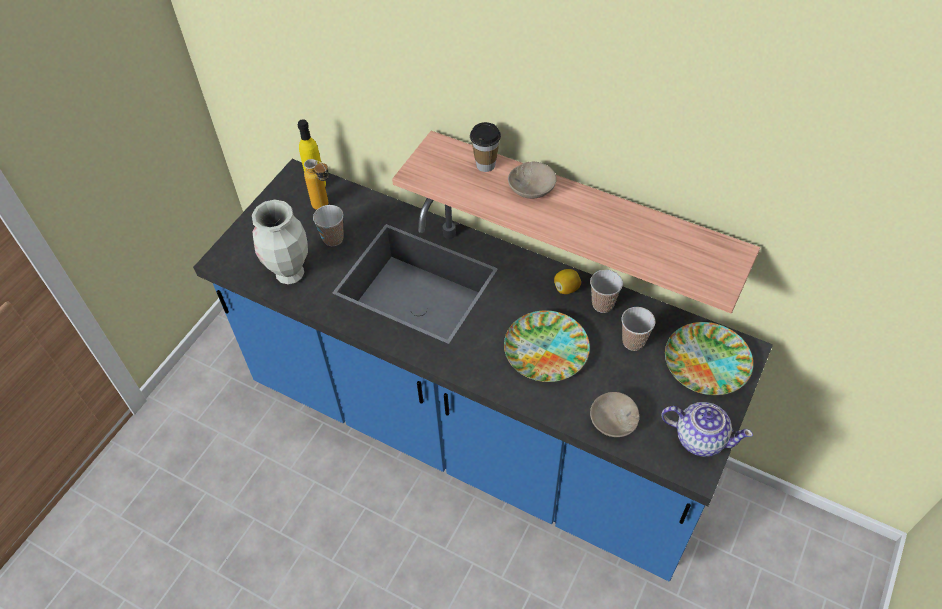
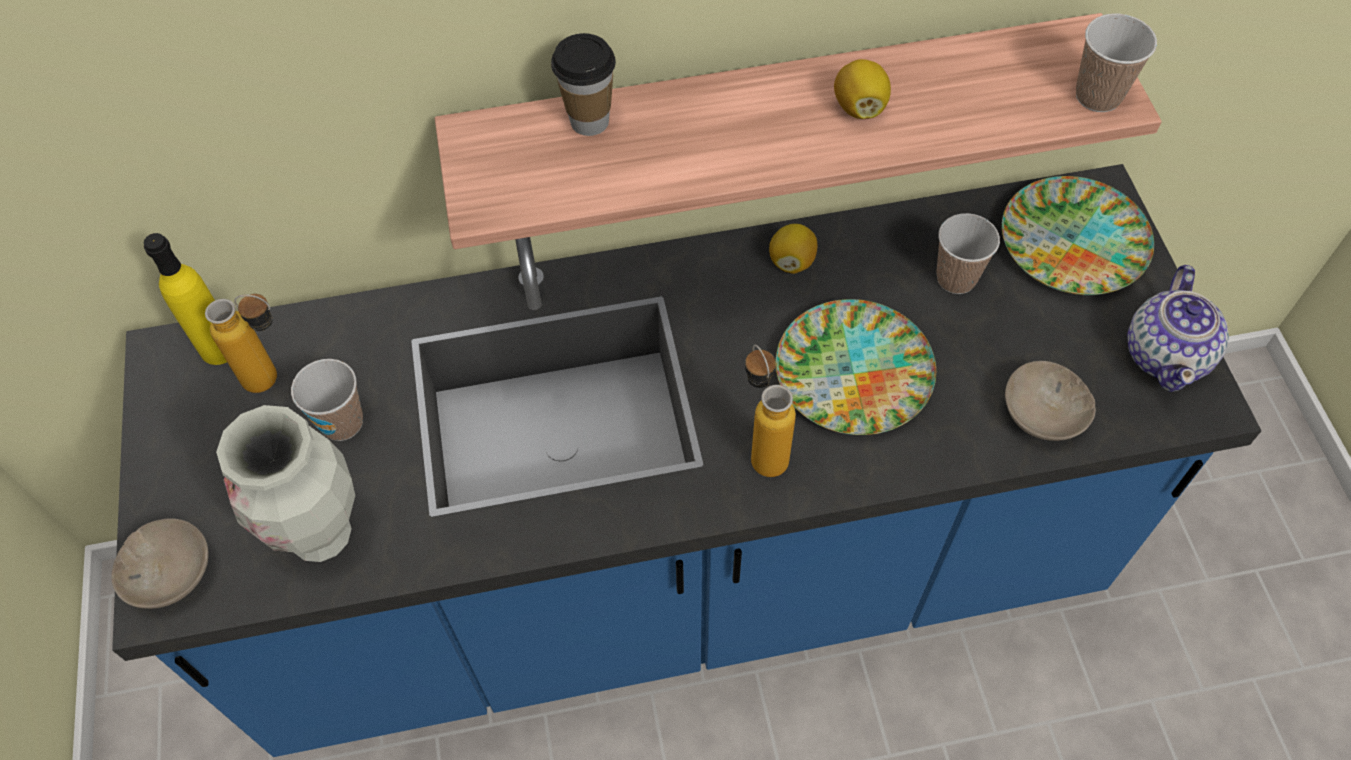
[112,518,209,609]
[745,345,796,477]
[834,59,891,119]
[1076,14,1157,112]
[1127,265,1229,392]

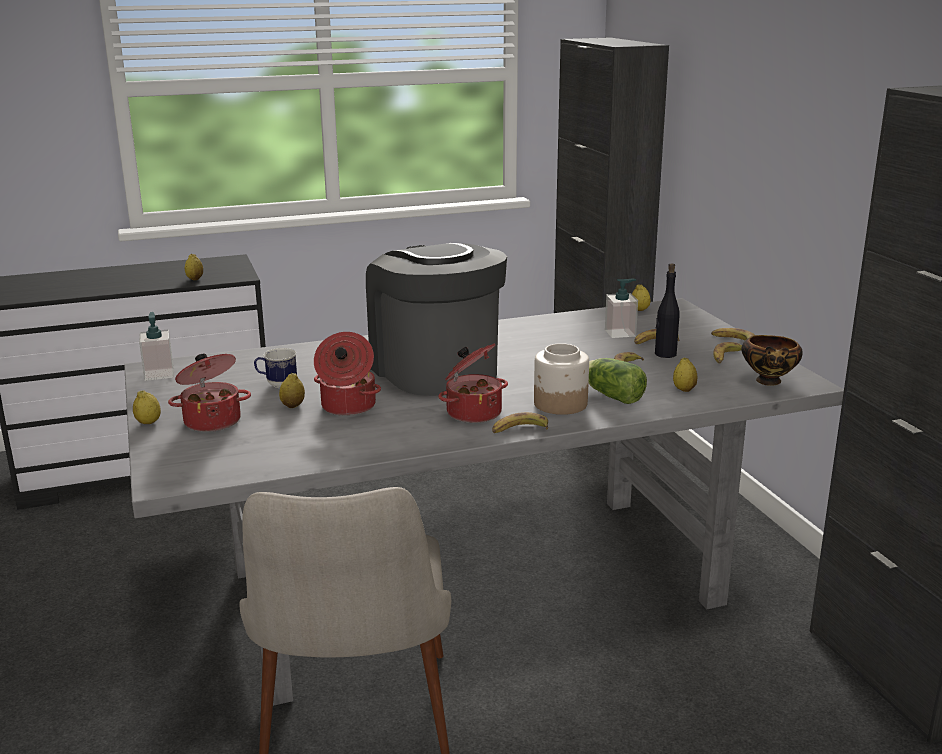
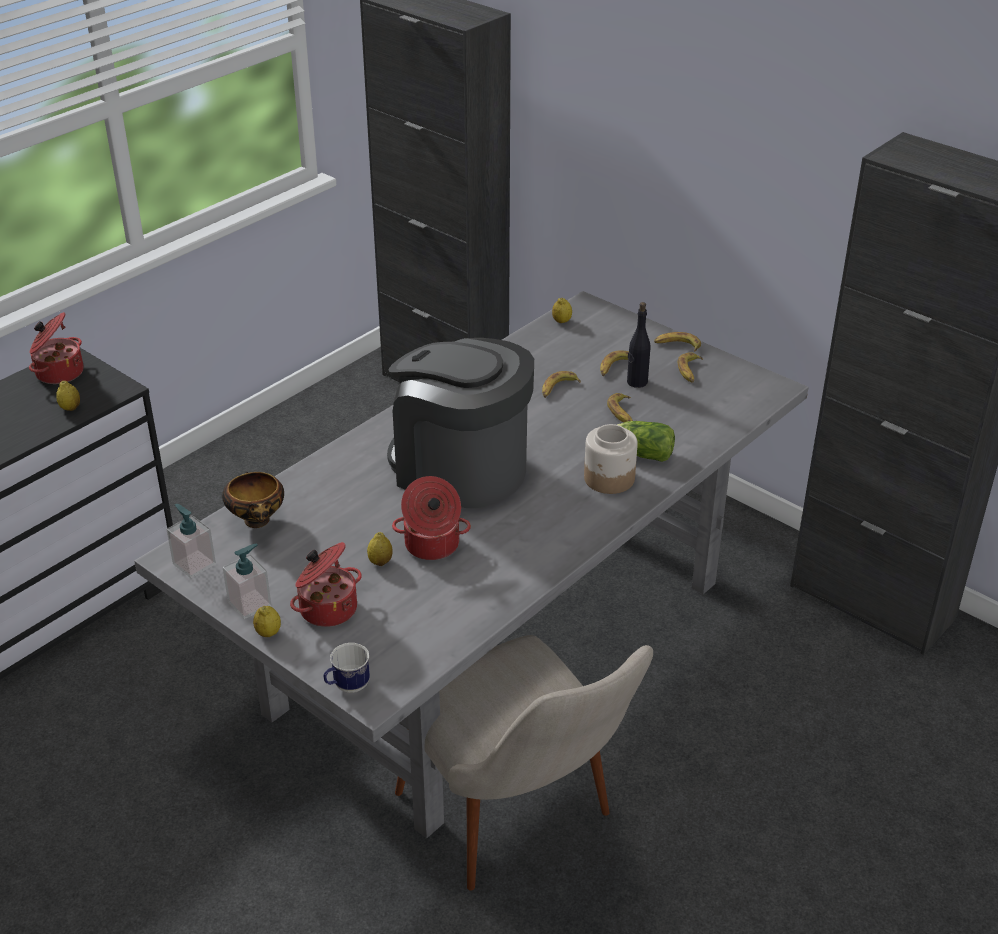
[29,312,84,384]
[222,472,284,528]
[222,544,272,619]
[323,643,370,693]
[542,371,581,398]
[673,358,697,392] (first image)

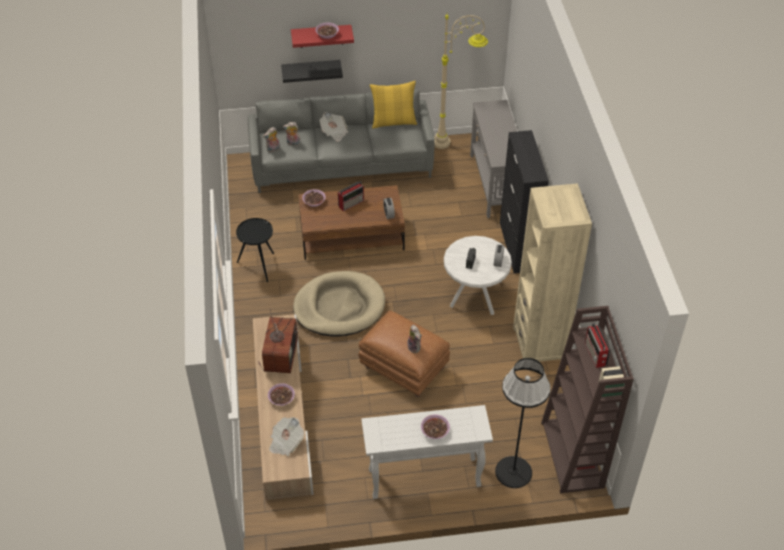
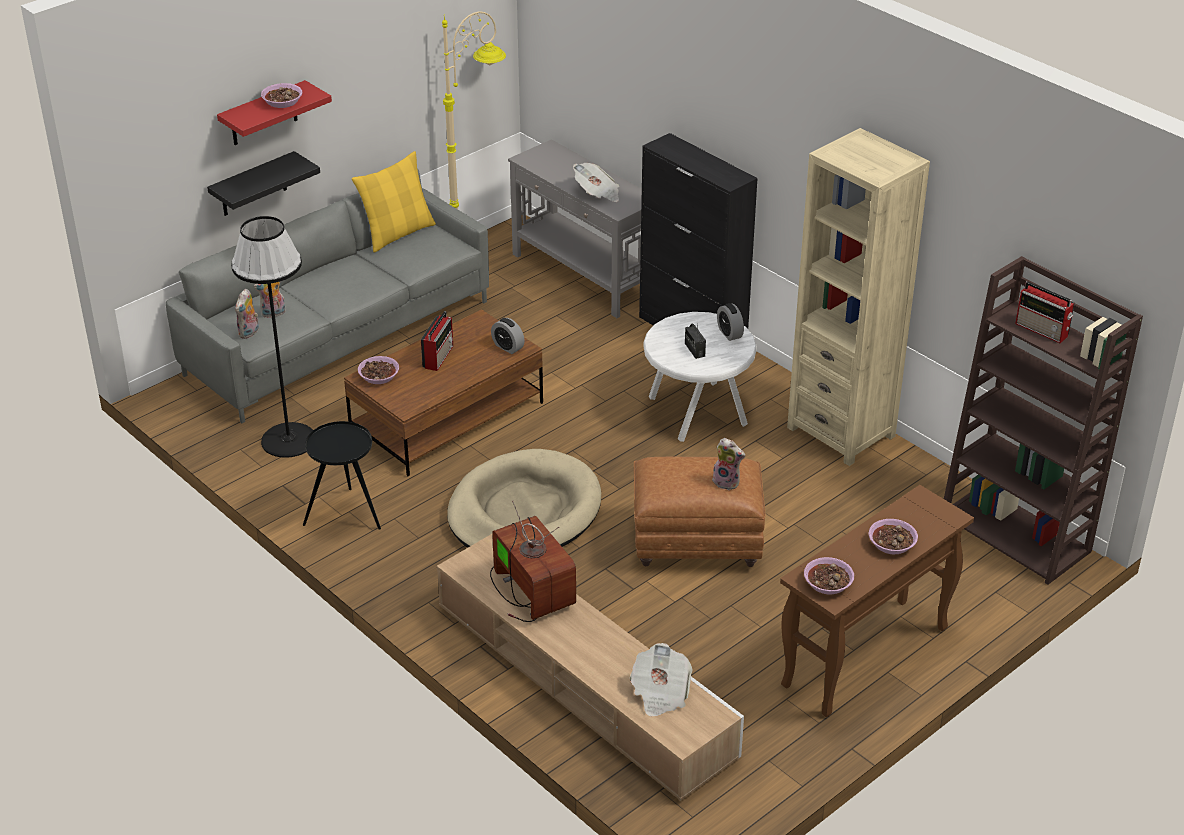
[231,216,313,458]
[573,163,619,202]
[780,485,974,717]
[804,557,854,595]

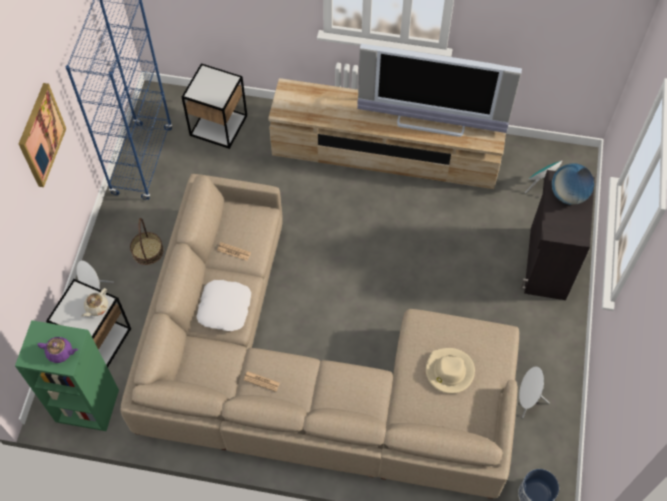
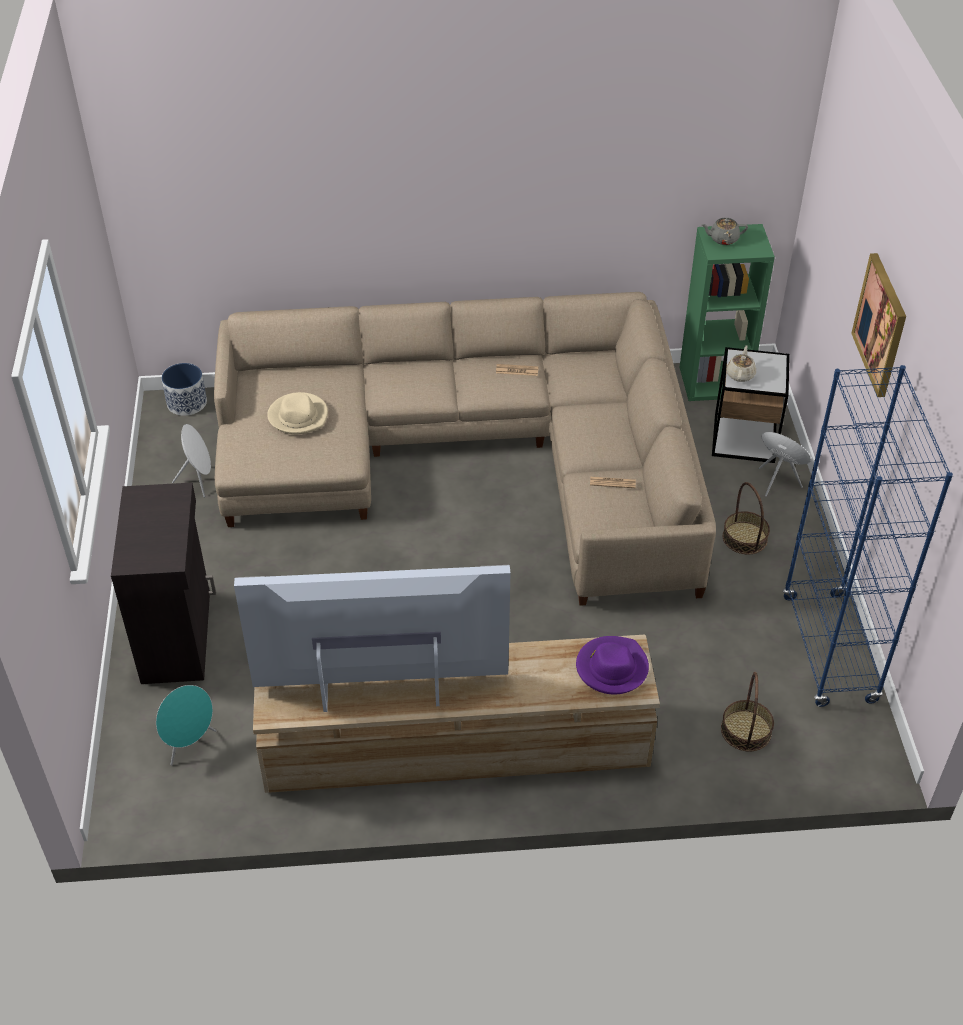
[576,636,649,694]
[702,218,748,245]
[721,672,774,752]
[196,280,251,331] (first image)
[552,163,594,205] (first image)

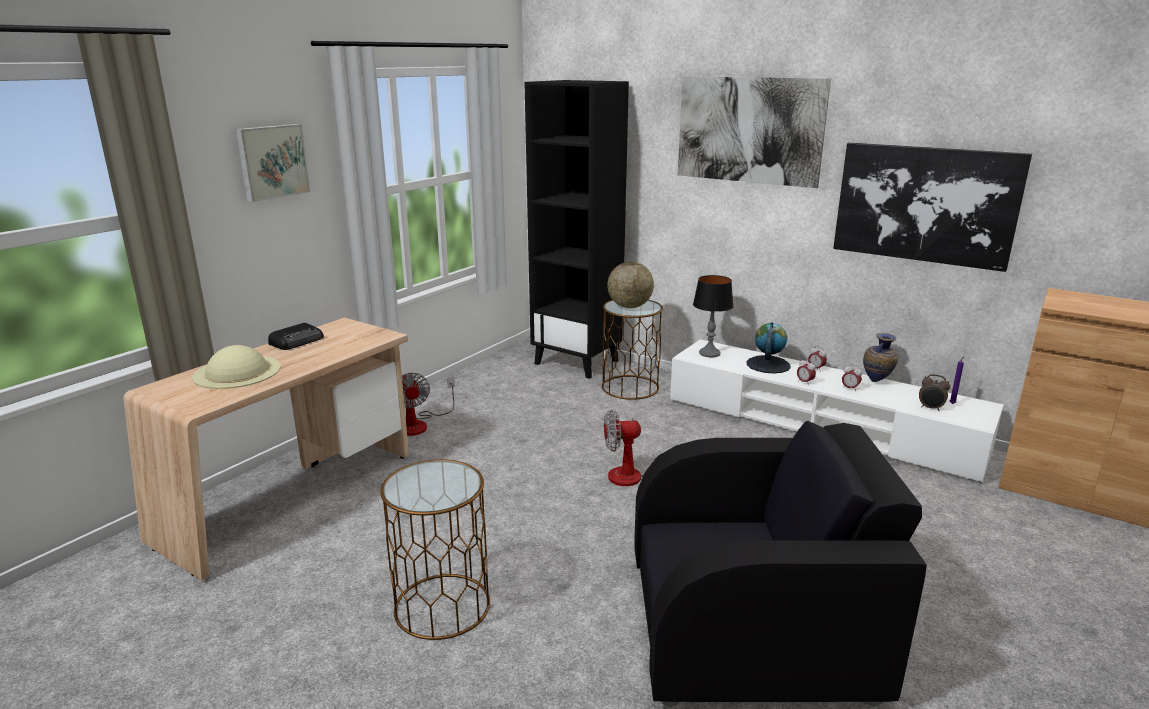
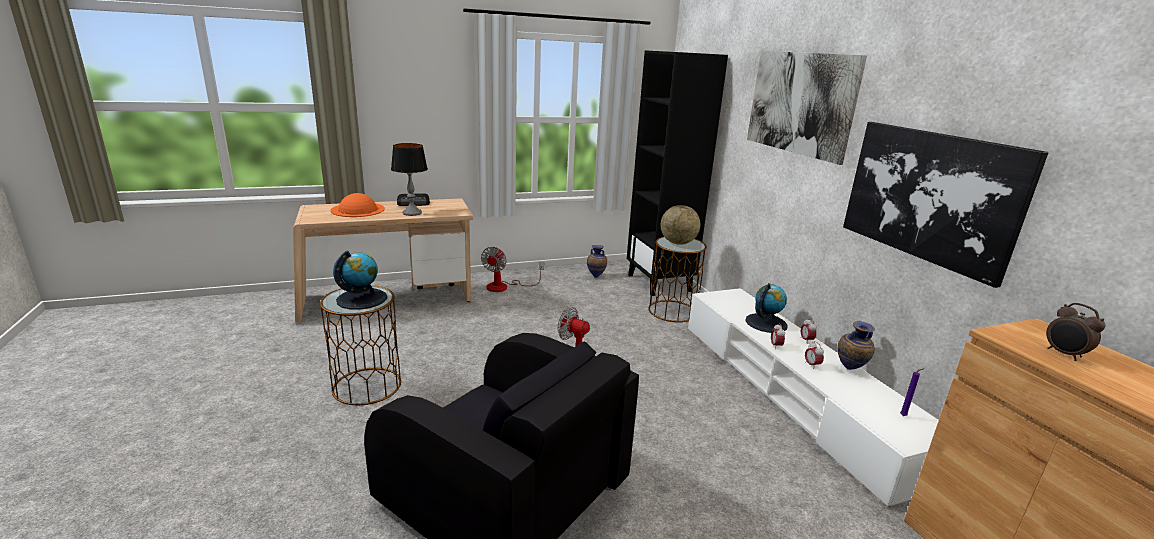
[331,193,385,217]
[333,250,387,310]
[391,143,428,216]
[587,245,607,278]
[1046,303,1105,361]
[236,124,310,202] (first image)

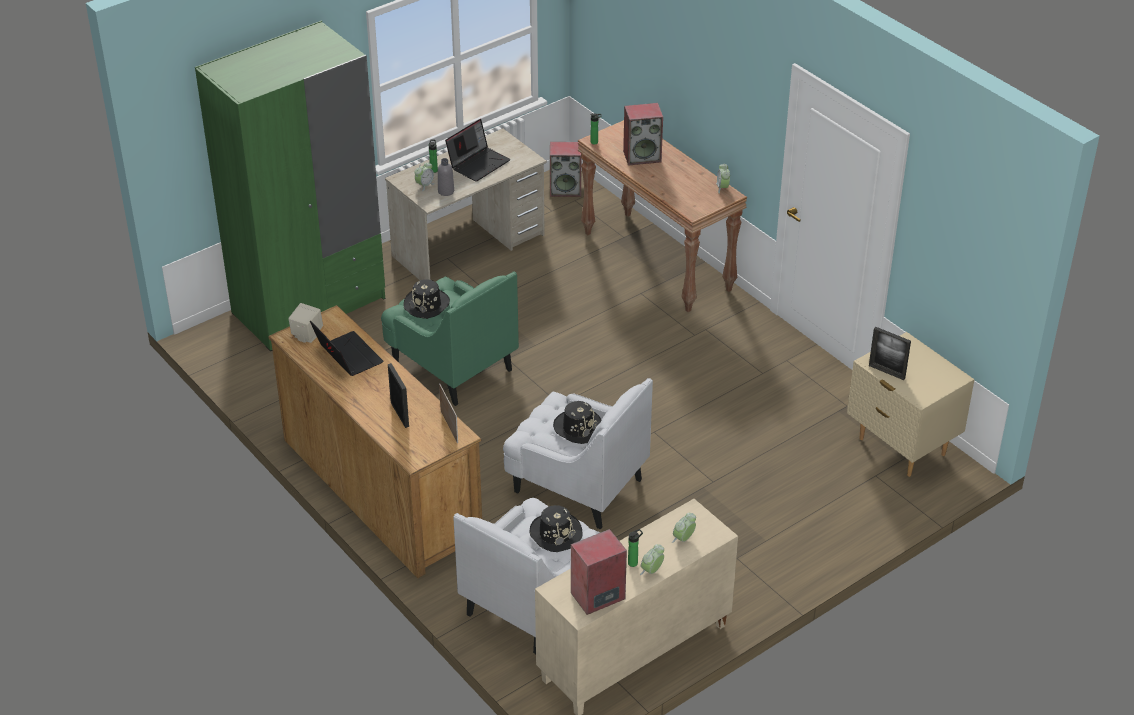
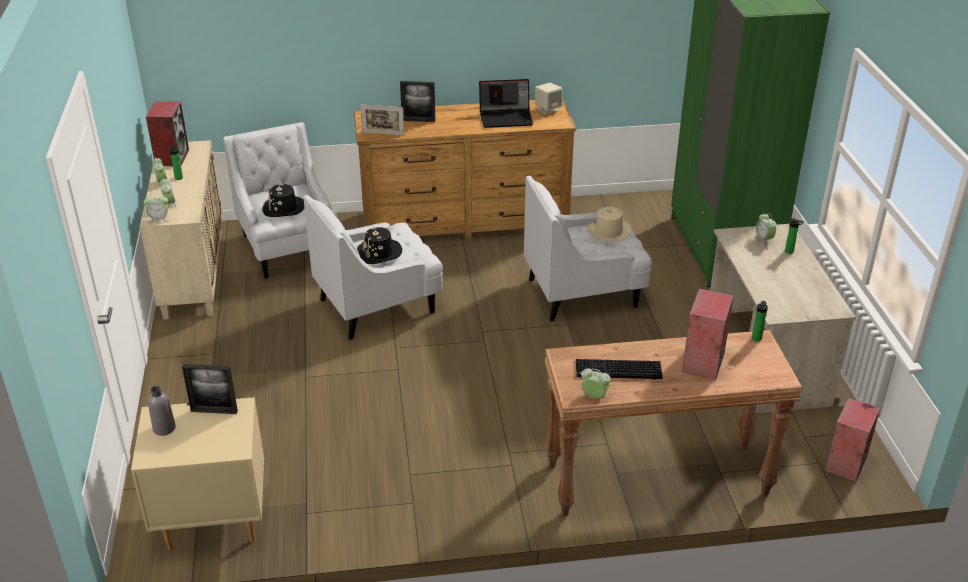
[144,193,169,223]
[148,386,176,436]
[182,364,238,414]
[524,176,652,321]
[576,359,663,380]
[586,205,631,242]
[445,119,510,182] (first image)

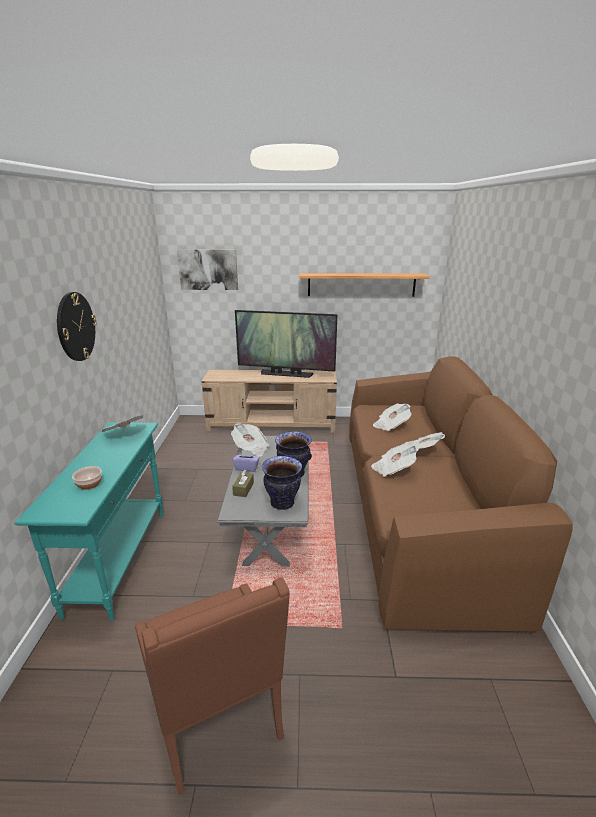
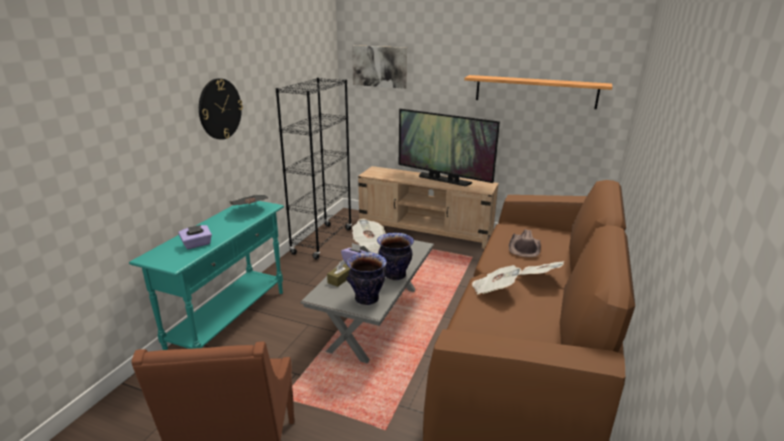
[178,225,212,249]
[276,78,352,259]
[509,229,541,257]

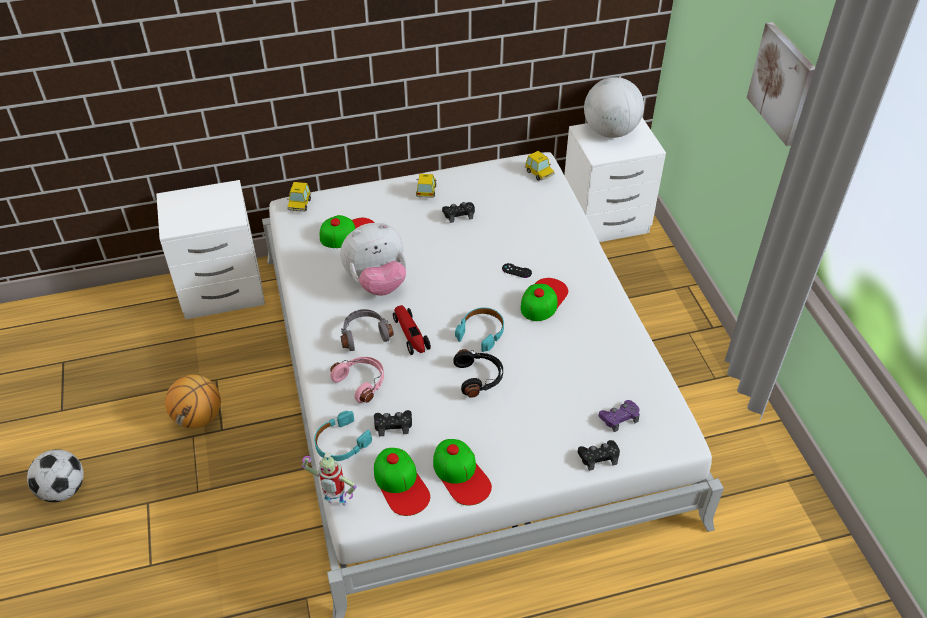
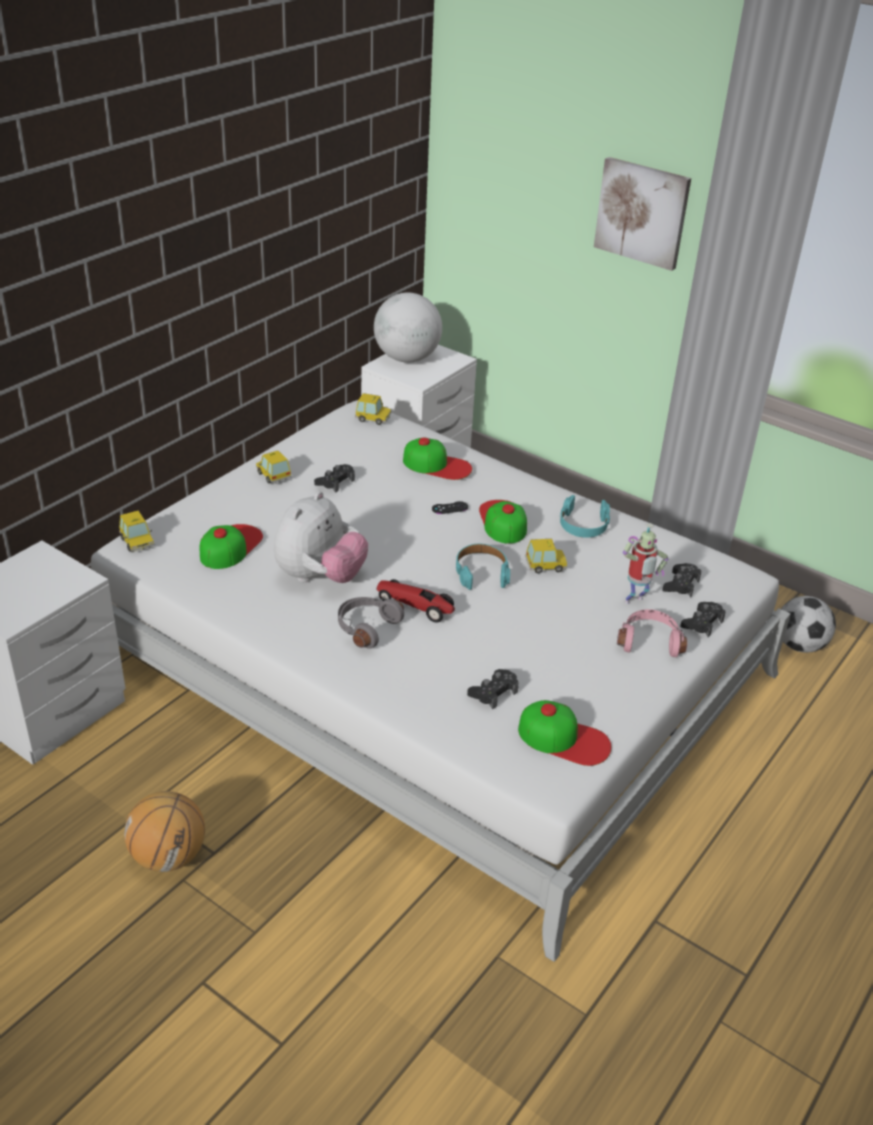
[403,437,472,480]
[525,539,567,573]
[560,495,610,538]
[617,609,687,657]
[623,523,668,604]
[662,563,701,597]
[781,596,836,653]
[453,349,503,398] (first image)

